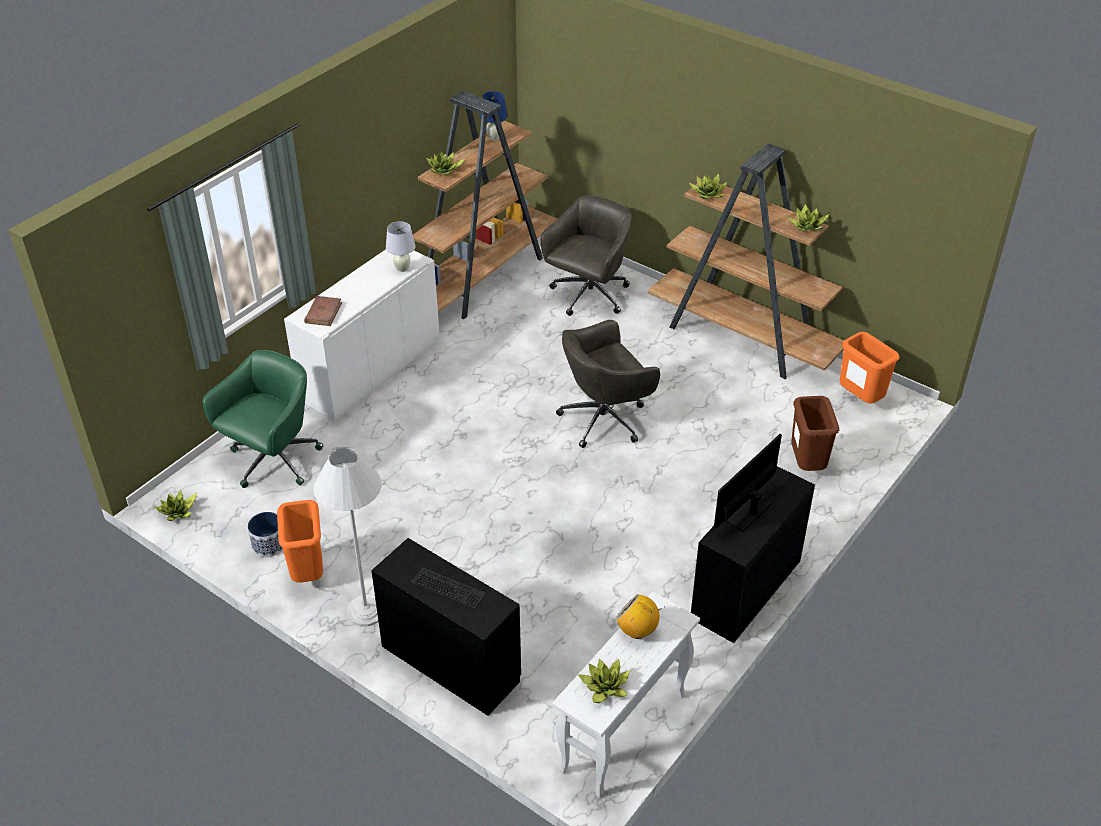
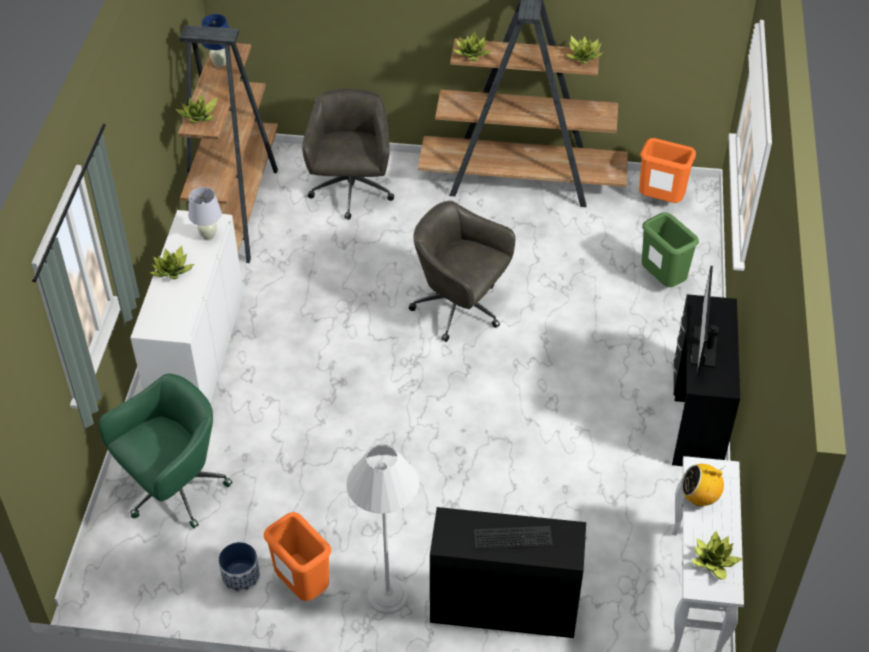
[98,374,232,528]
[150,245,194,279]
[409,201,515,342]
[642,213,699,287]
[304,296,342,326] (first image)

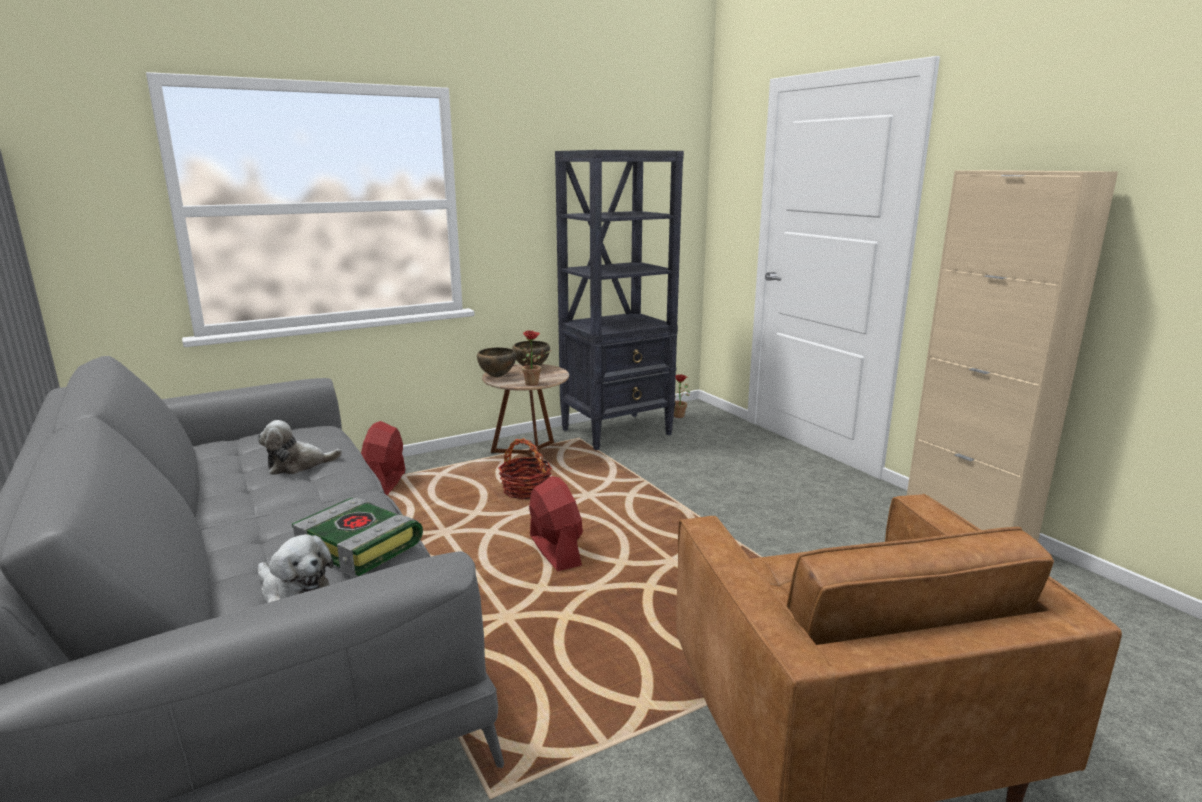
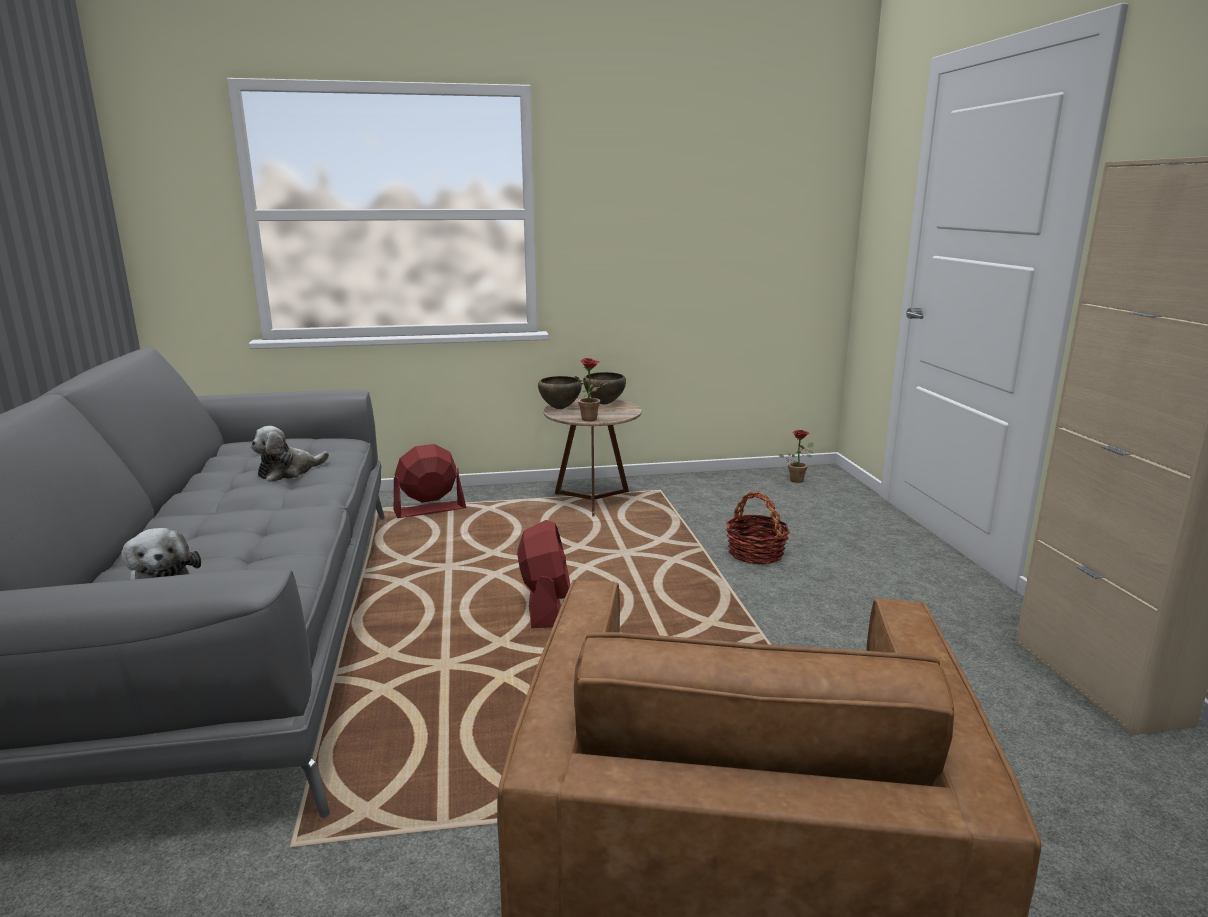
[251,426,329,482]
[394,444,466,518]
[726,492,790,565]
[292,498,423,577] (first image)
[555,150,684,450] (first image)

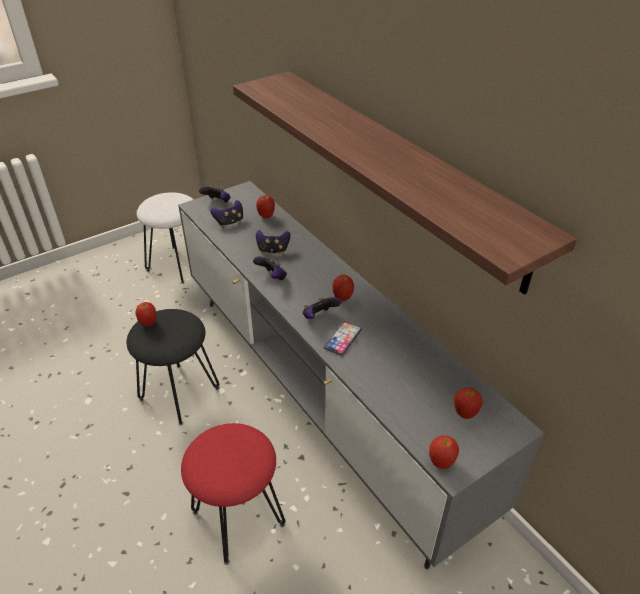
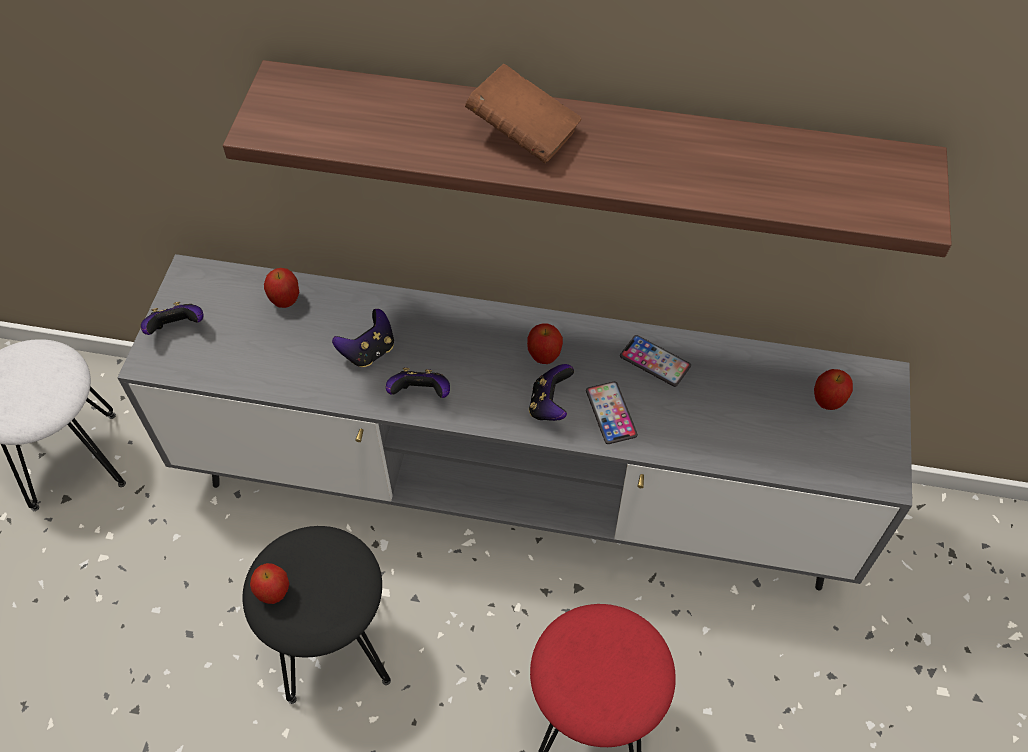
[465,64,582,163]
[620,335,691,387]
[210,200,243,228] (first image)
[429,435,459,469] (first image)

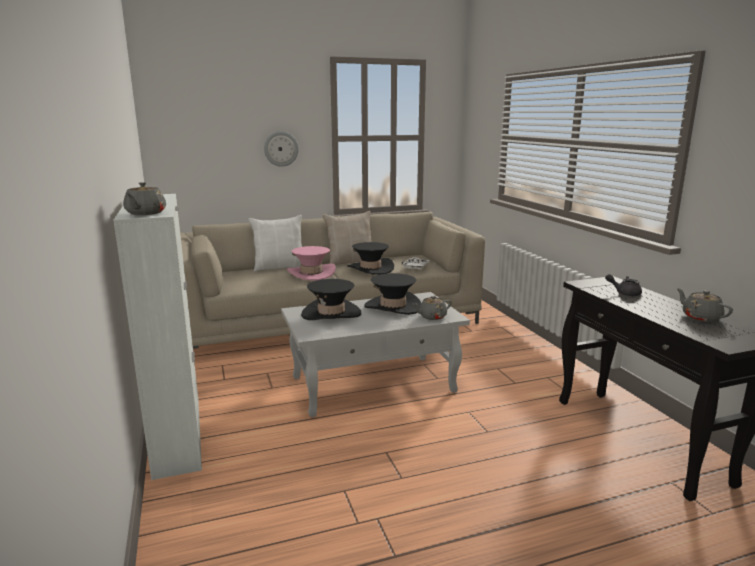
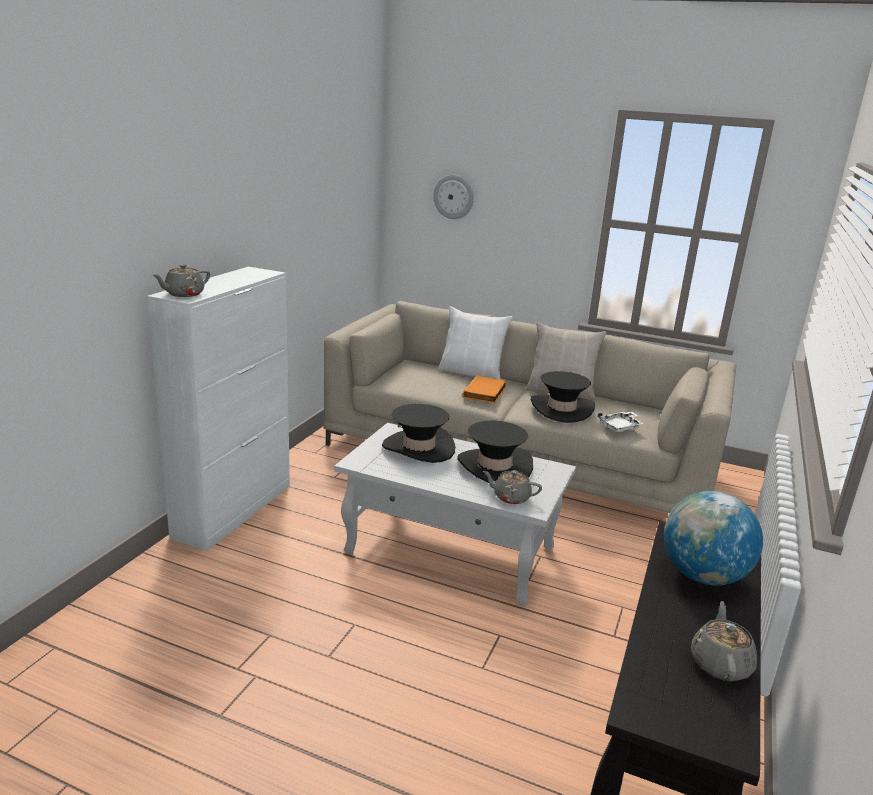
[433,175,474,219]
[463,375,507,403]
[664,491,763,585]

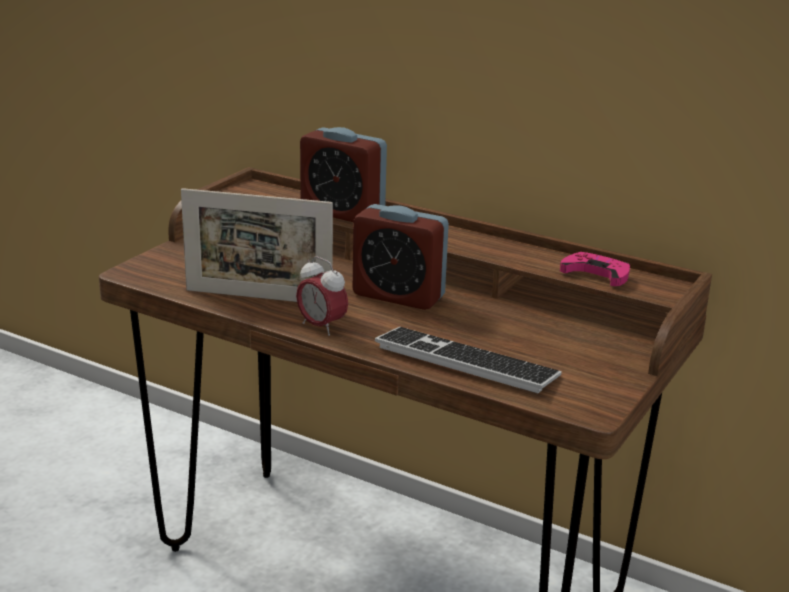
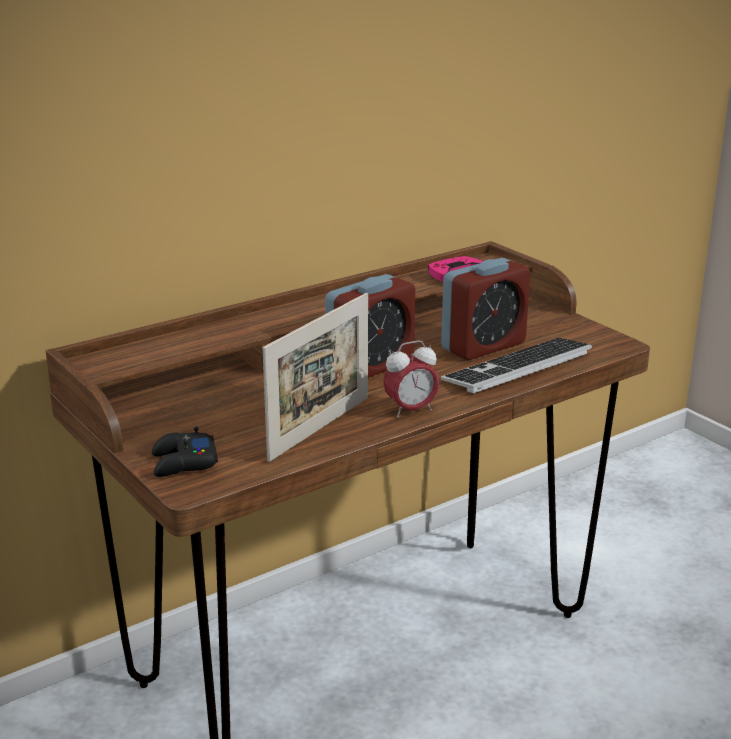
[152,426,218,477]
[441,258,530,360]

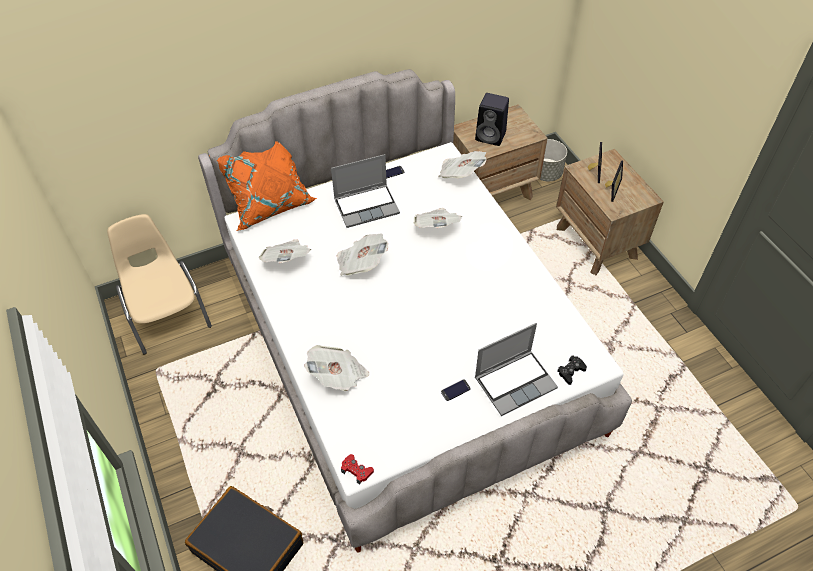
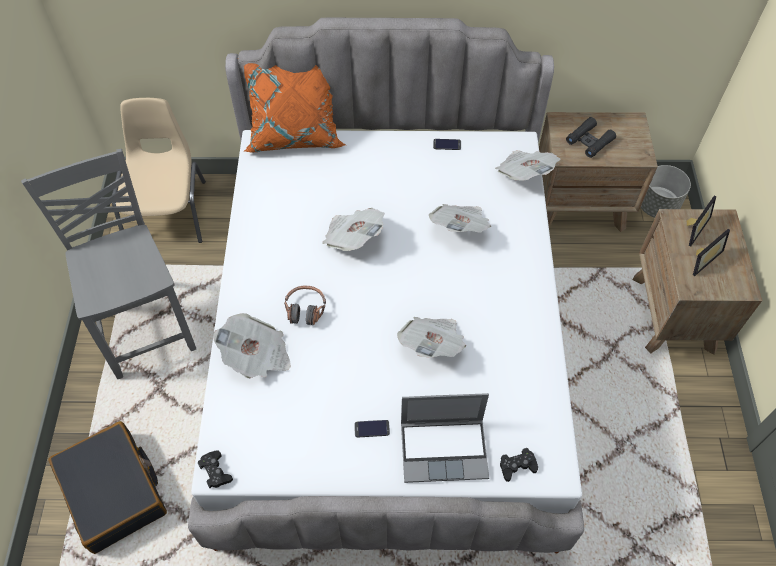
[21,149,196,379]
[198,451,233,488]
[284,285,326,326]
[397,317,466,358]
[566,117,616,158]
[331,154,400,228] (first image)

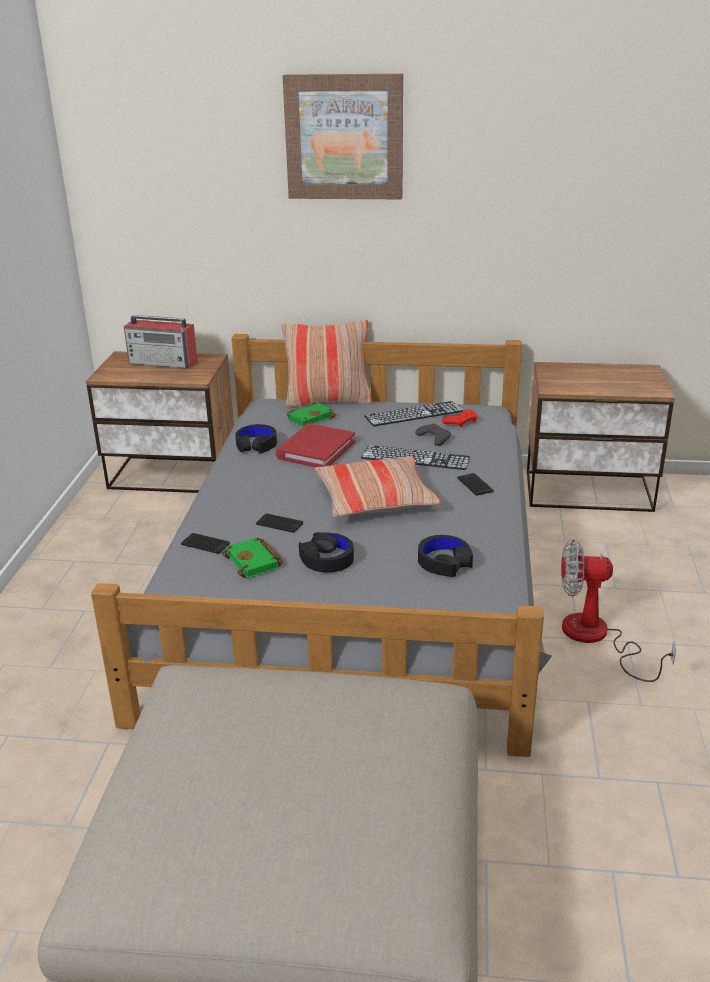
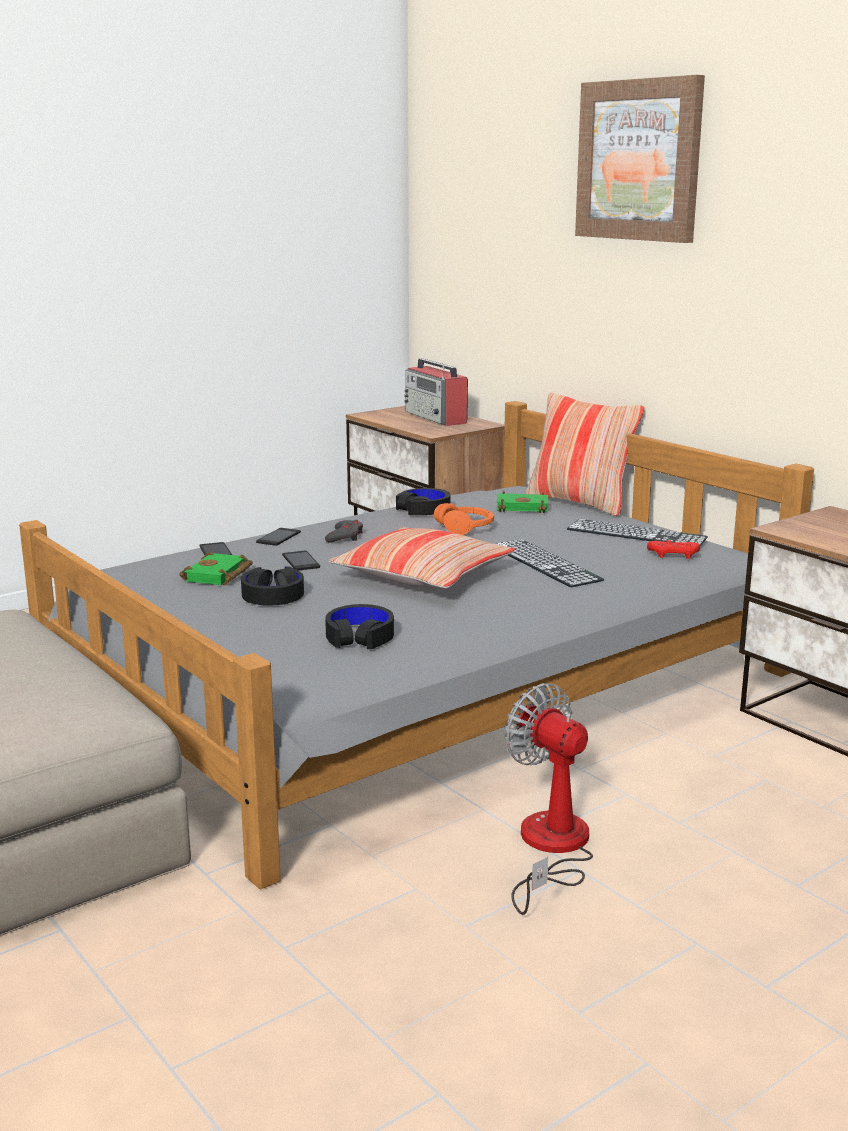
[256,528,301,546]
[325,520,363,543]
[434,503,494,535]

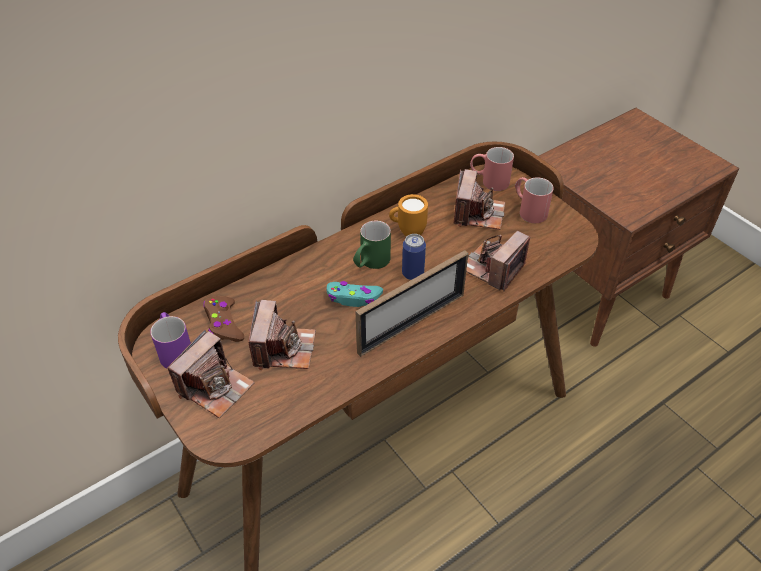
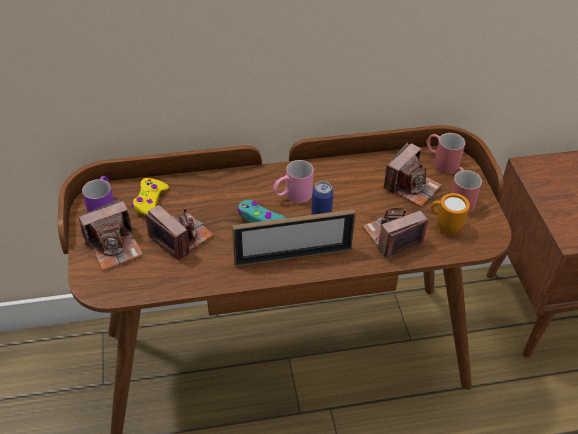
[132,178,169,215]
[145,205,214,260]
[273,160,314,203]
[430,193,470,234]

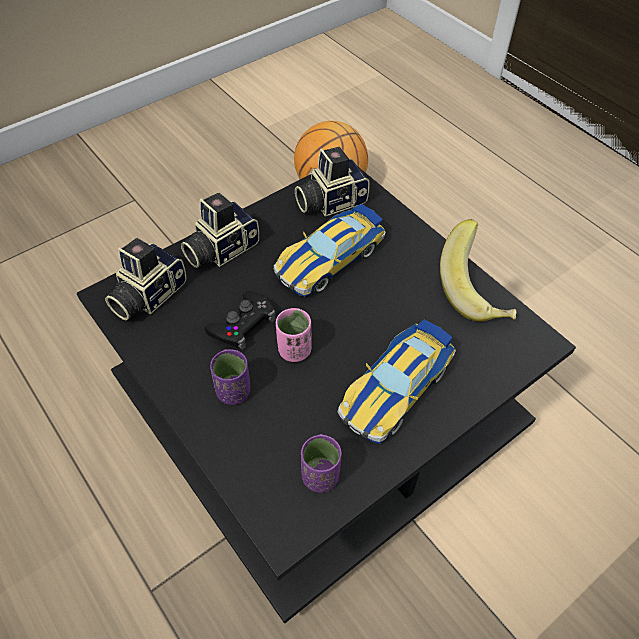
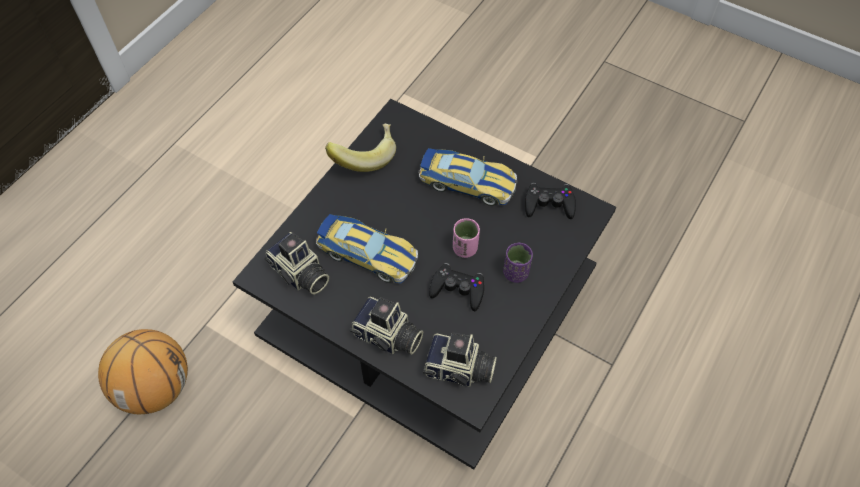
[525,183,576,219]

